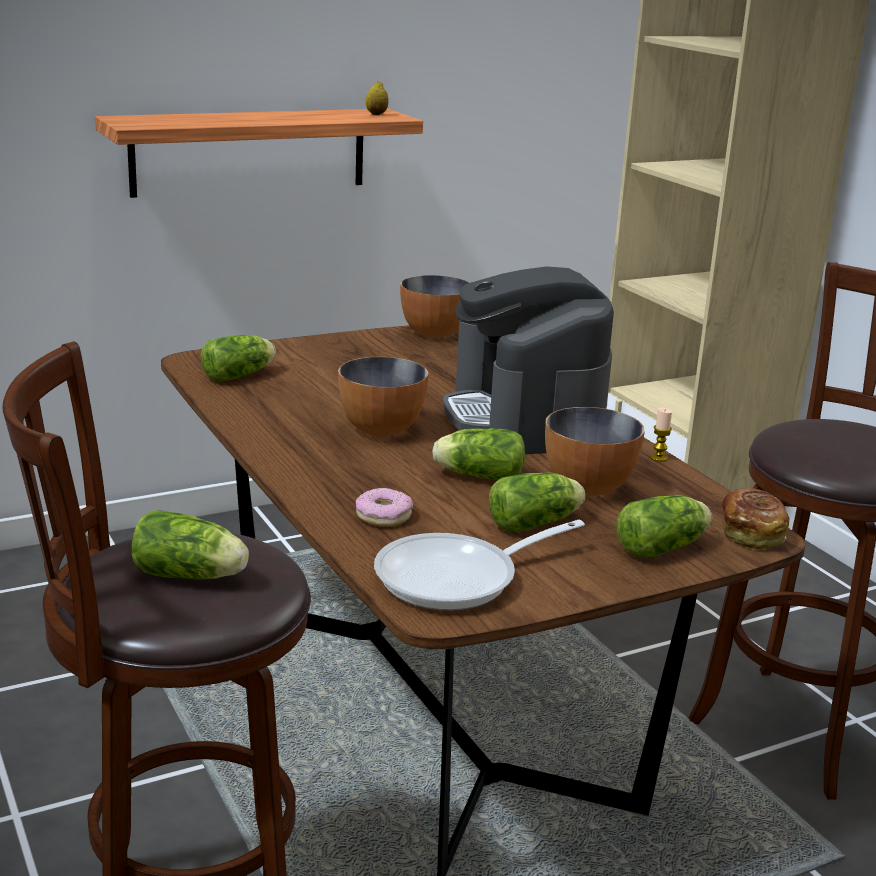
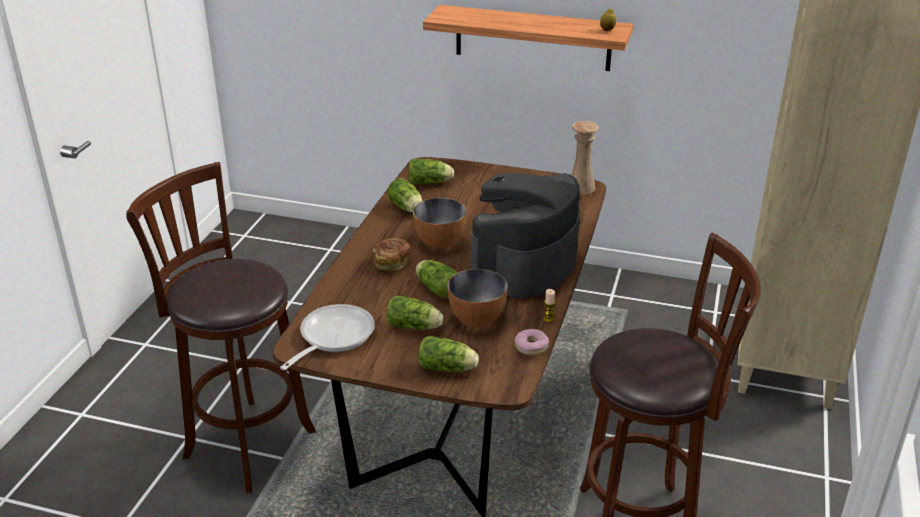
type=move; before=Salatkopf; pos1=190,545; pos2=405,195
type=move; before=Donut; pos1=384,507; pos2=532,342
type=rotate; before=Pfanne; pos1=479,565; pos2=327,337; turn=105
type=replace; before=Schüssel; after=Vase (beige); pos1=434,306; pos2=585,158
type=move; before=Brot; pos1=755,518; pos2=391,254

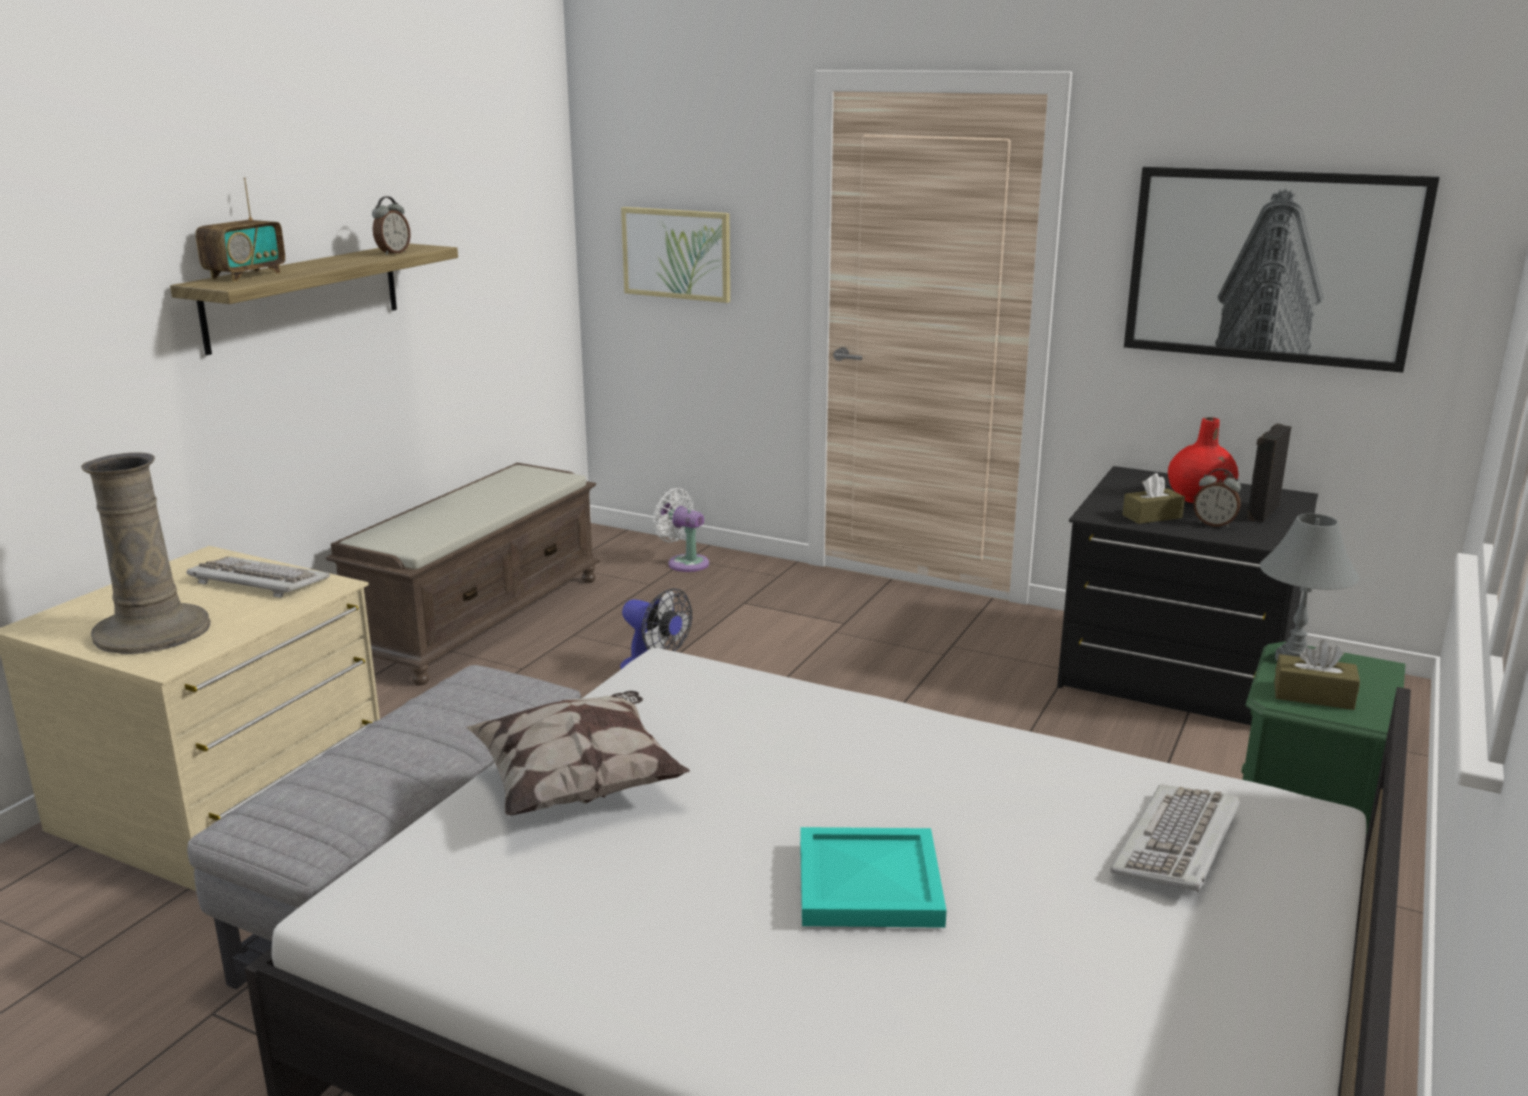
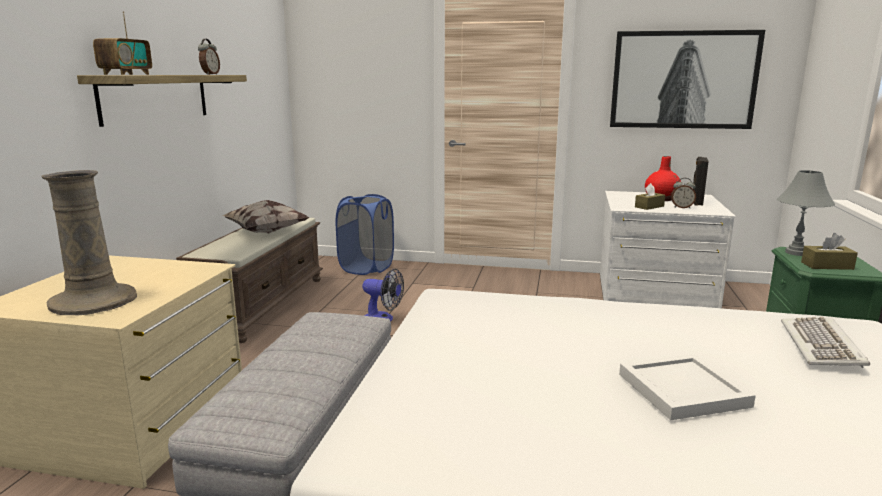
type=delete; before=Tastatur; pos1=258,577
type=move; before=Kissen; pos1=578,753; pos2=266,217
type=delete; before=Bild; pos1=675,255
type=replace; before=Ventilator (weiß); after=Wäschekorb (blau); pos1=681,530; pos2=365,234
type=recolor; before=Tablett (türkis); after=Tablett (weiß); pos1=873,877; pos2=687,387
type=recolor; before=Kommode (schwarz); after=Kommode (weiß); pos1=1187,595; pos2=668,249

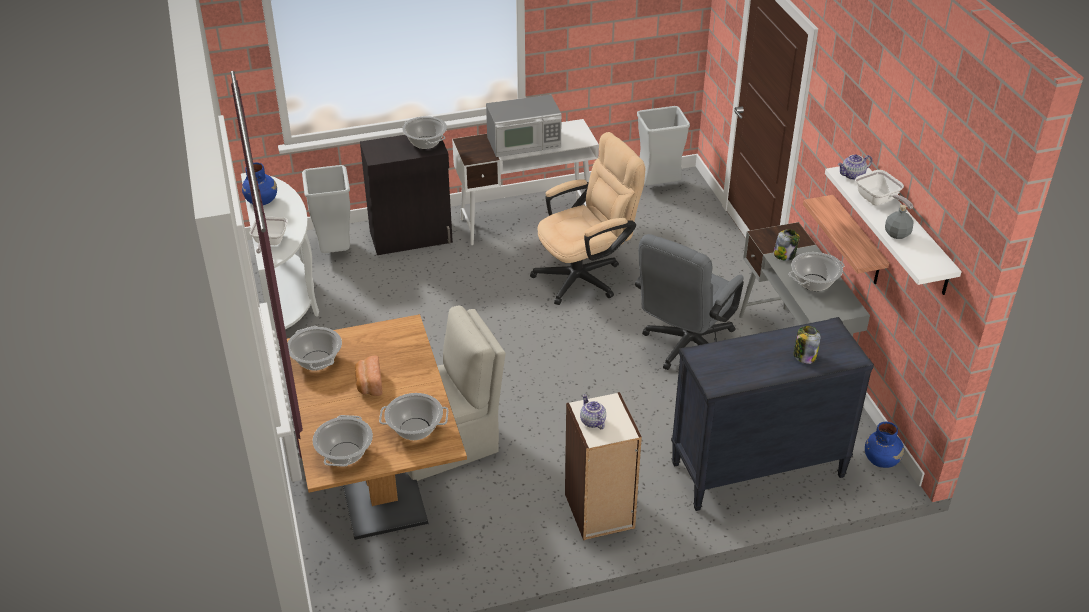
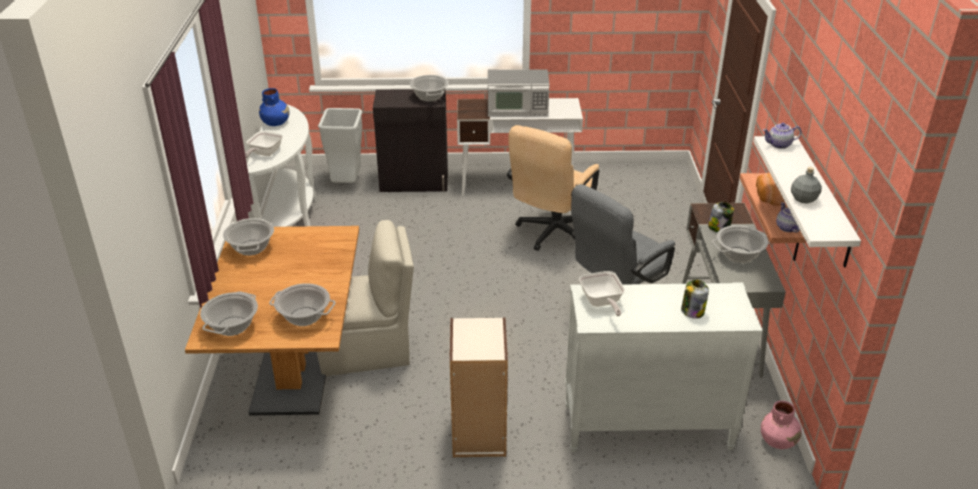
type=move; before=Brot; pos1=368,375; pos2=770,189
type=rotate; before=Bürostuhl (beige); pos1=587,218; pos2=553,188; turn=135
type=move; before=Teekanne; pos1=593,411; pos2=788,217
type=delete; before=Mülleimer (grau); pos1=663,145
type=recolor; before=Kommode (schwarz); after=Kommode (weiß); pos1=772,414; pos2=664,367
type=move; before=Pfanne; pos1=884,189; pos2=602,293
type=recolor; before=Vase (blau); after=Vase (rosa); pos1=884,445; pos2=781,425

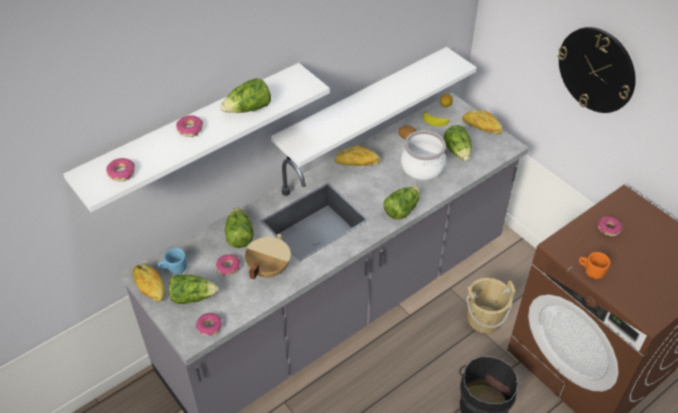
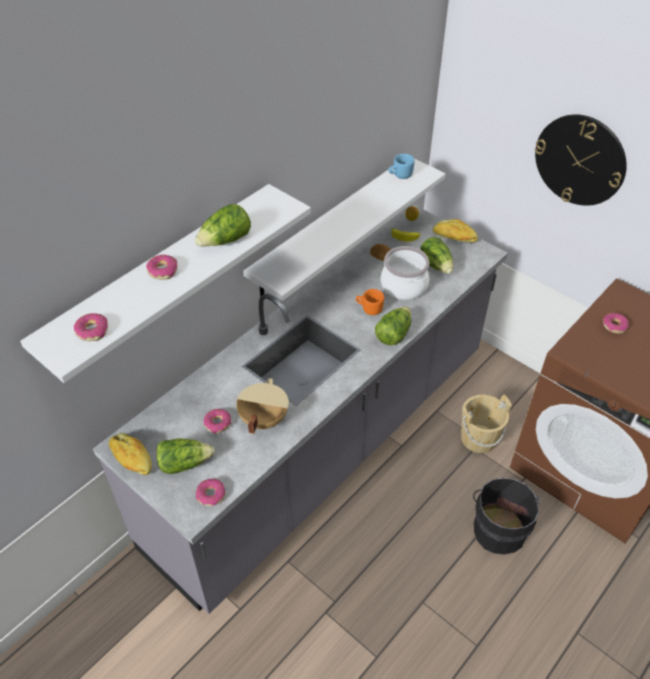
type=move; before=Henkelbecher (blau); pos1=172,261; pos2=401,166
type=delete; before=Salatkopf; pos1=239,227
type=delete; before=Brot; pos1=357,155
type=move; before=Henkelbecher (orange); pos1=594,265; pos2=370,302

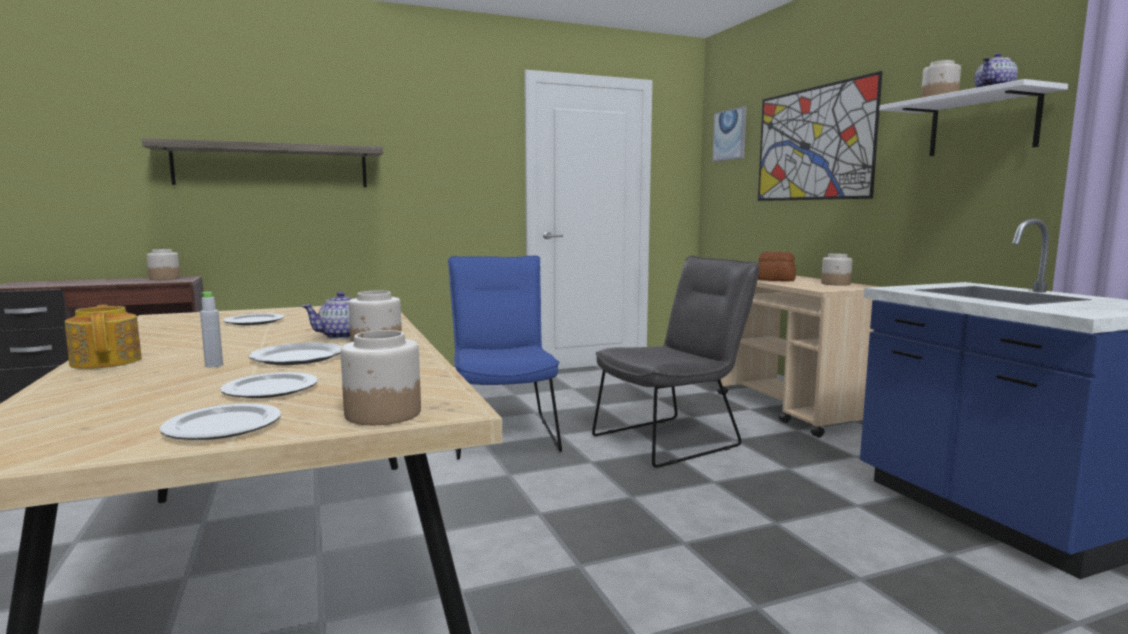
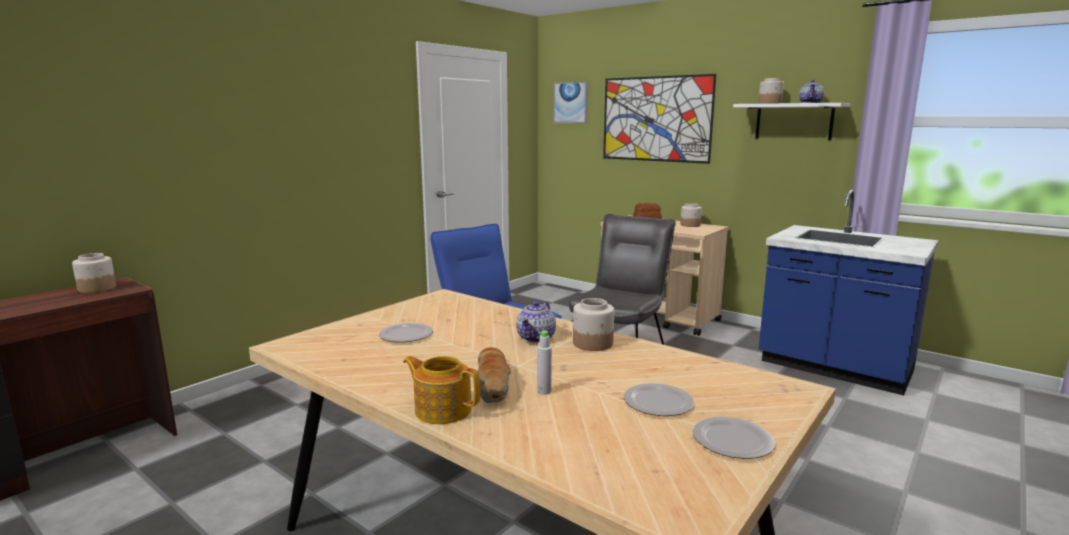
type=delete; before=Wandregal; pos1=262,162
type=delete; before=Teller; pos1=295,353
type=delete; before=Vorratsglas; pos1=381,377
type=insert; after=Brot; pos2=494,375

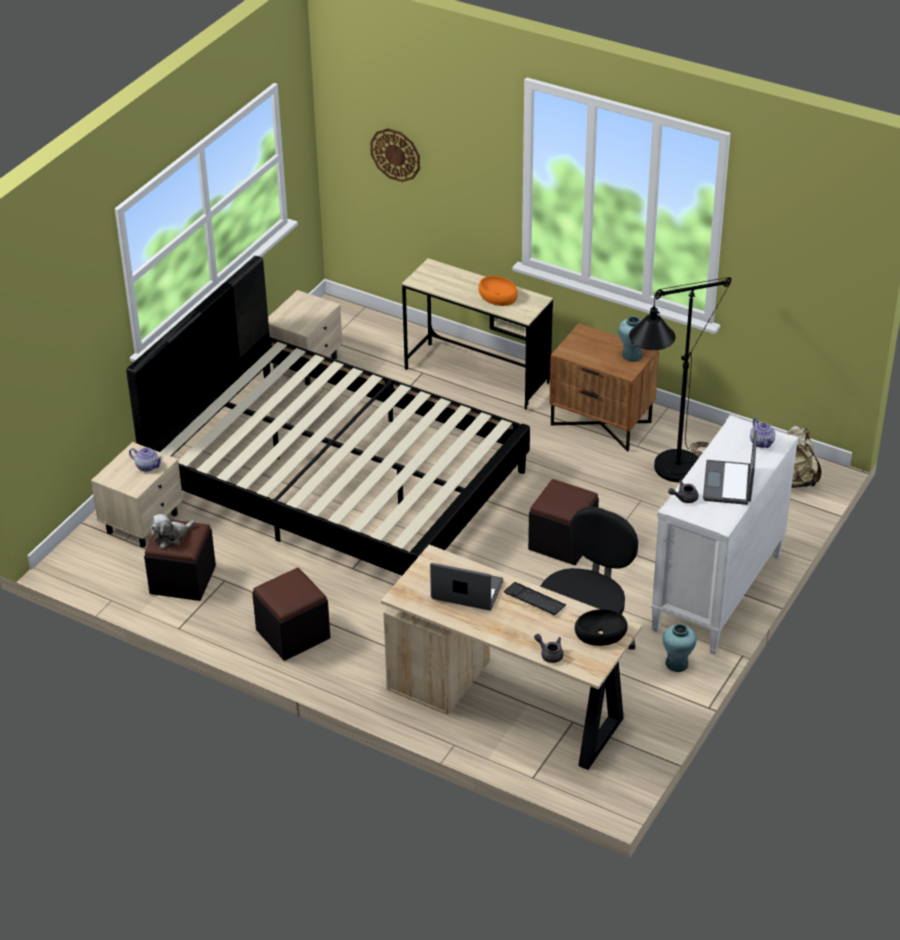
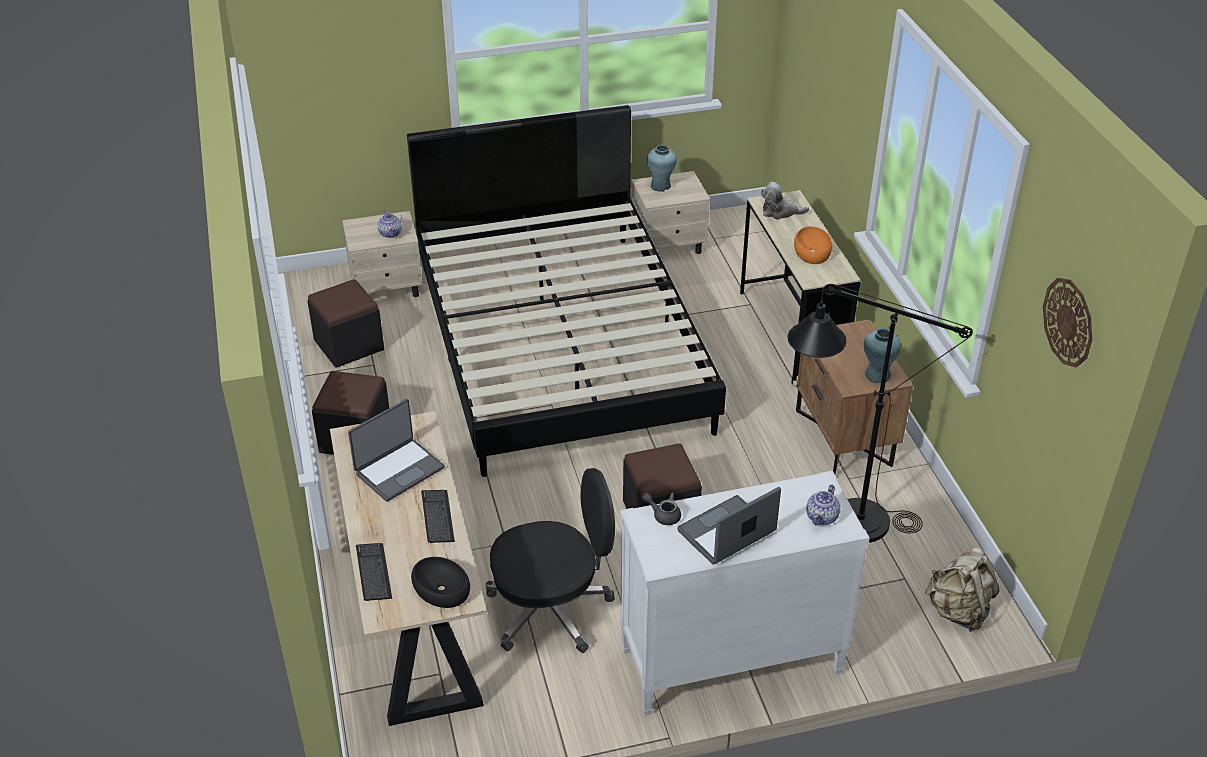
type=move; before=Plüschtier; pos1=173,531; pos2=785,201
type=move; before=Wanduhr; pos1=395,155; pos2=1067,322
type=rotate; before=Laptop; pos1=466,587; pos2=396,450; turn=75
type=replace; before=Teekanne (grau); after=Tastatur; pos1=549,648; pos2=374,572
type=move; before=Vase (türkis); pos1=679,648; pos2=662,168

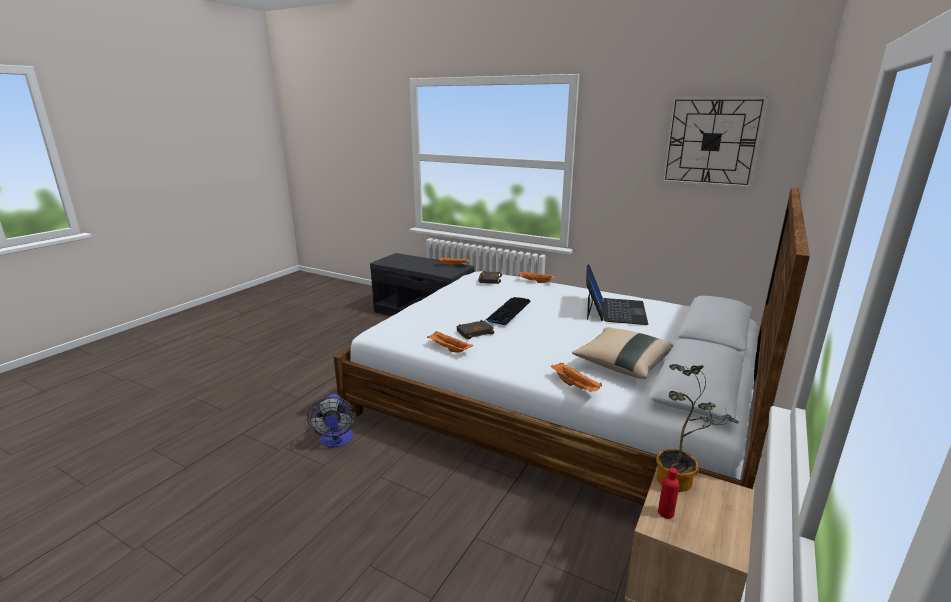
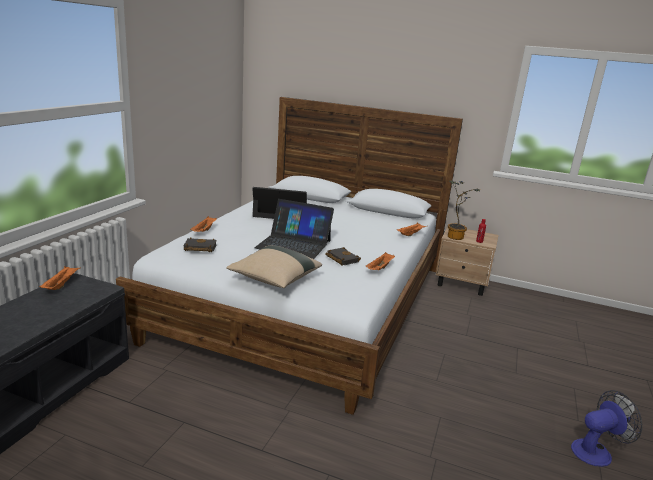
type=move; before=Ventilator; pos1=331,420; pos2=606,428
type=replace; before=Tastatur; after=Laptop; pos1=508,311; pos2=294,229
type=move; before=Kissen (beige); pos1=623,353; pos2=274,266
type=delete; before=Wanduhr; pos1=714,142

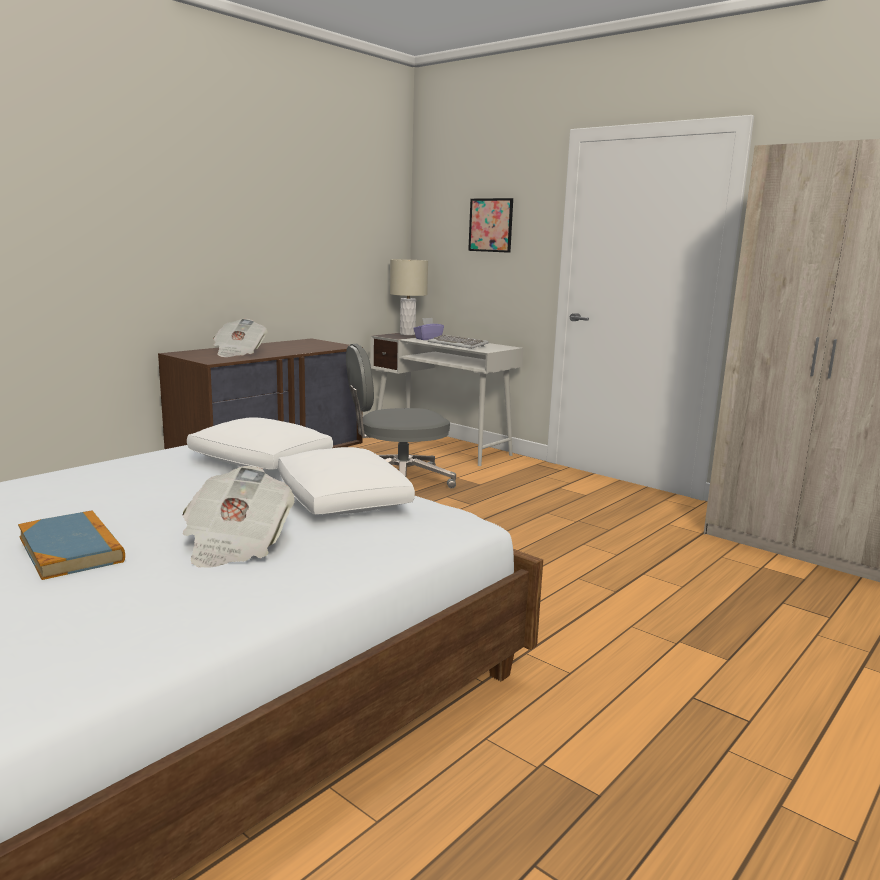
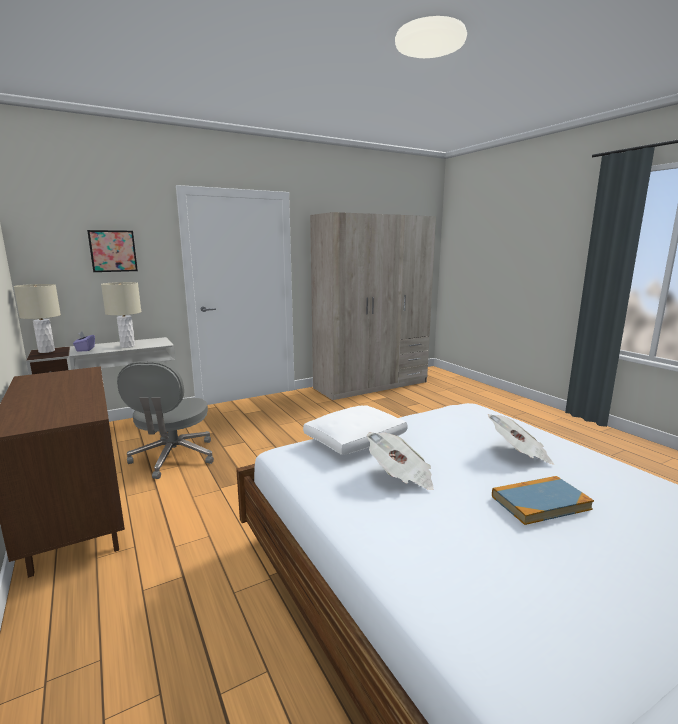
type=move; before=Zeitung; pos1=241,338; pos2=400,461
type=delete; before=Kissen (weiß); pos1=346,481
type=replace; before=Tastatur; after=Tischlampe (beige); pos1=458,341; pos2=121,315

